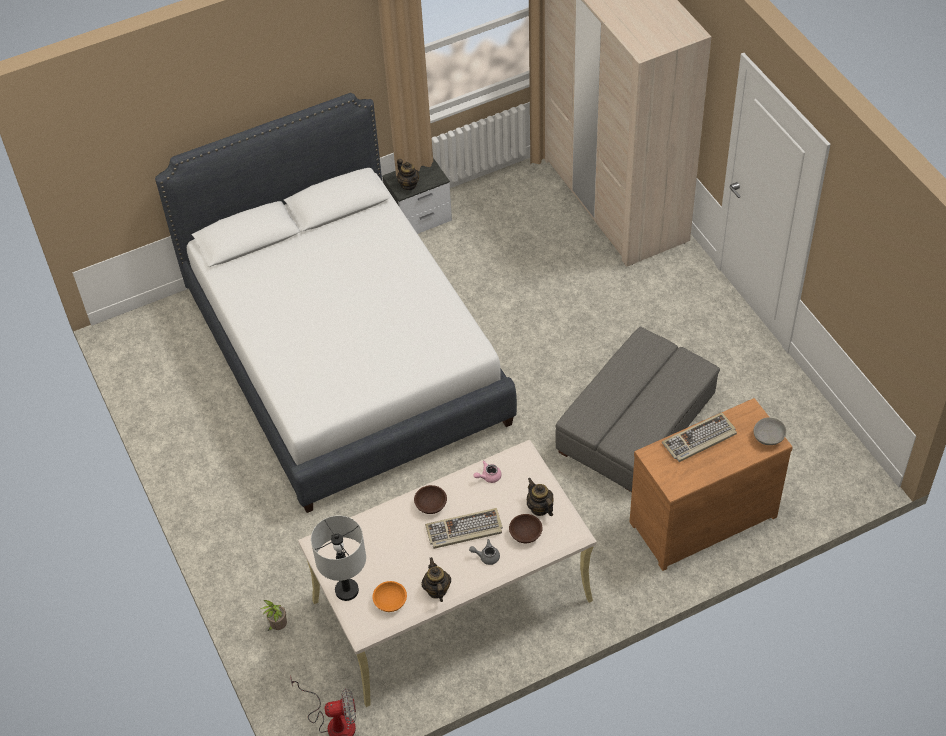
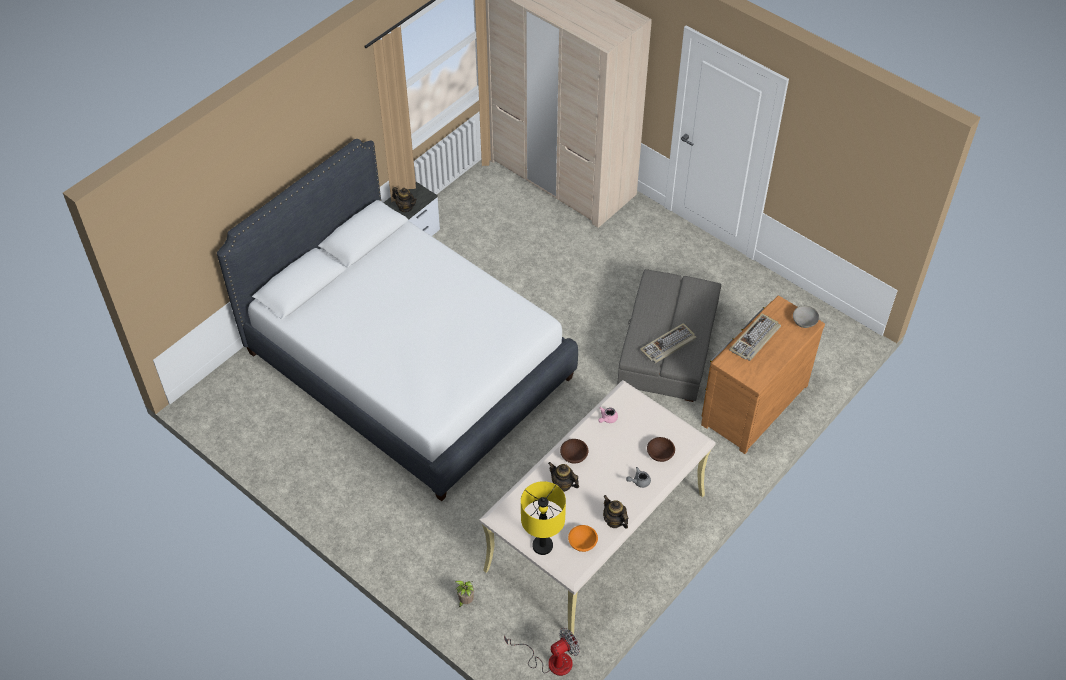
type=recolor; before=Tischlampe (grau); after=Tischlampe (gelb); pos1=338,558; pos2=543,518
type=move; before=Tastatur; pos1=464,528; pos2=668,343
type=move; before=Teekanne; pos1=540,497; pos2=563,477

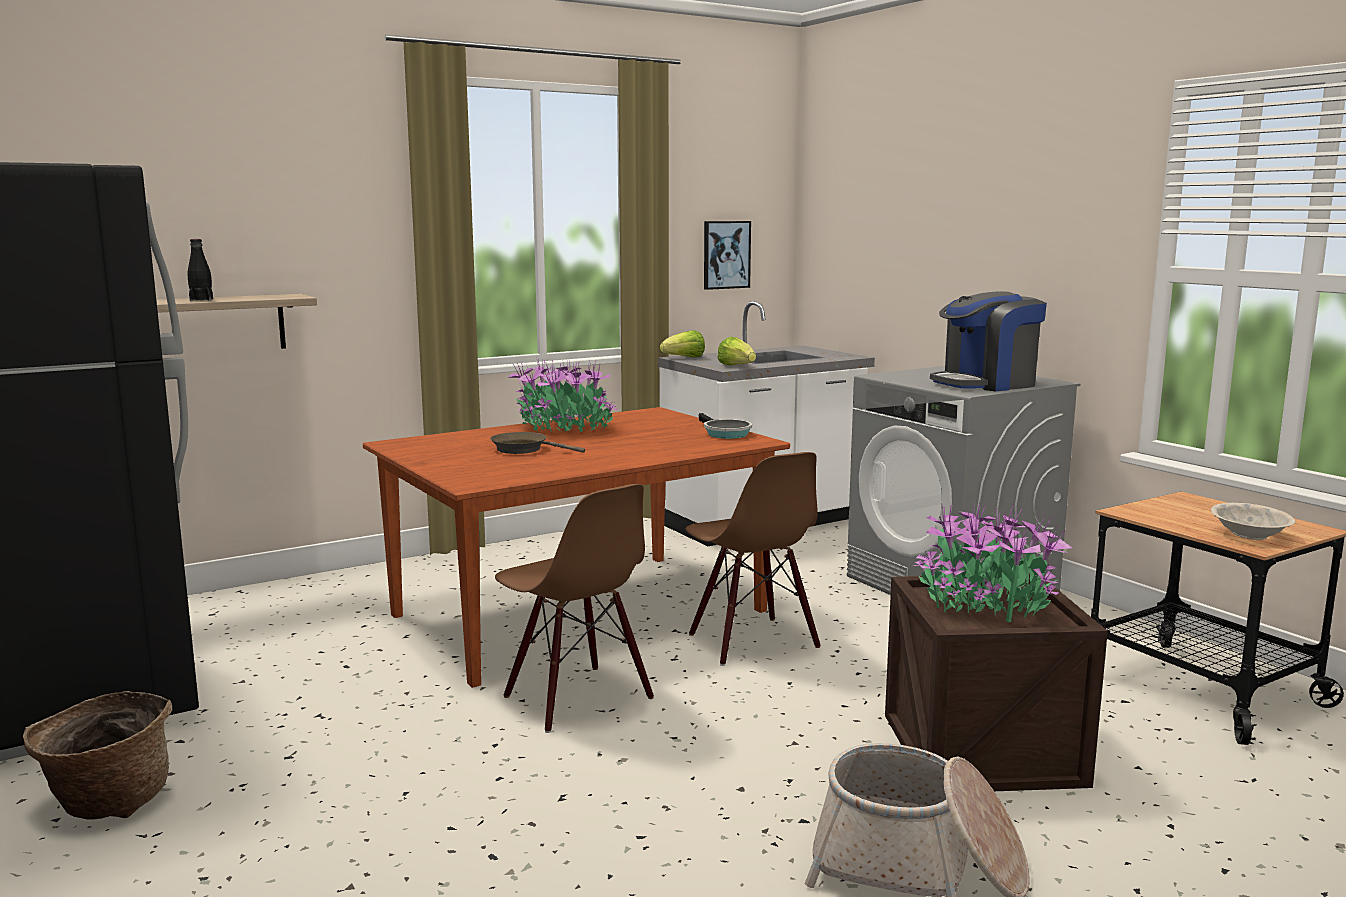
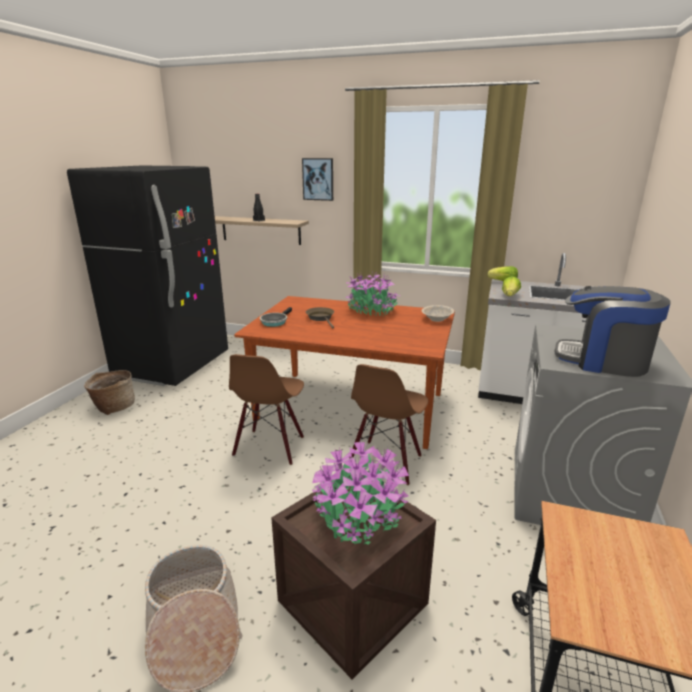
type=move; before=Pfanne; pos1=725,426; pos2=276,317
type=move; before=Bild; pos1=727,255; pos2=317,179
type=move; before=Schüssel (beige); pos1=1253,521; pos2=438,313

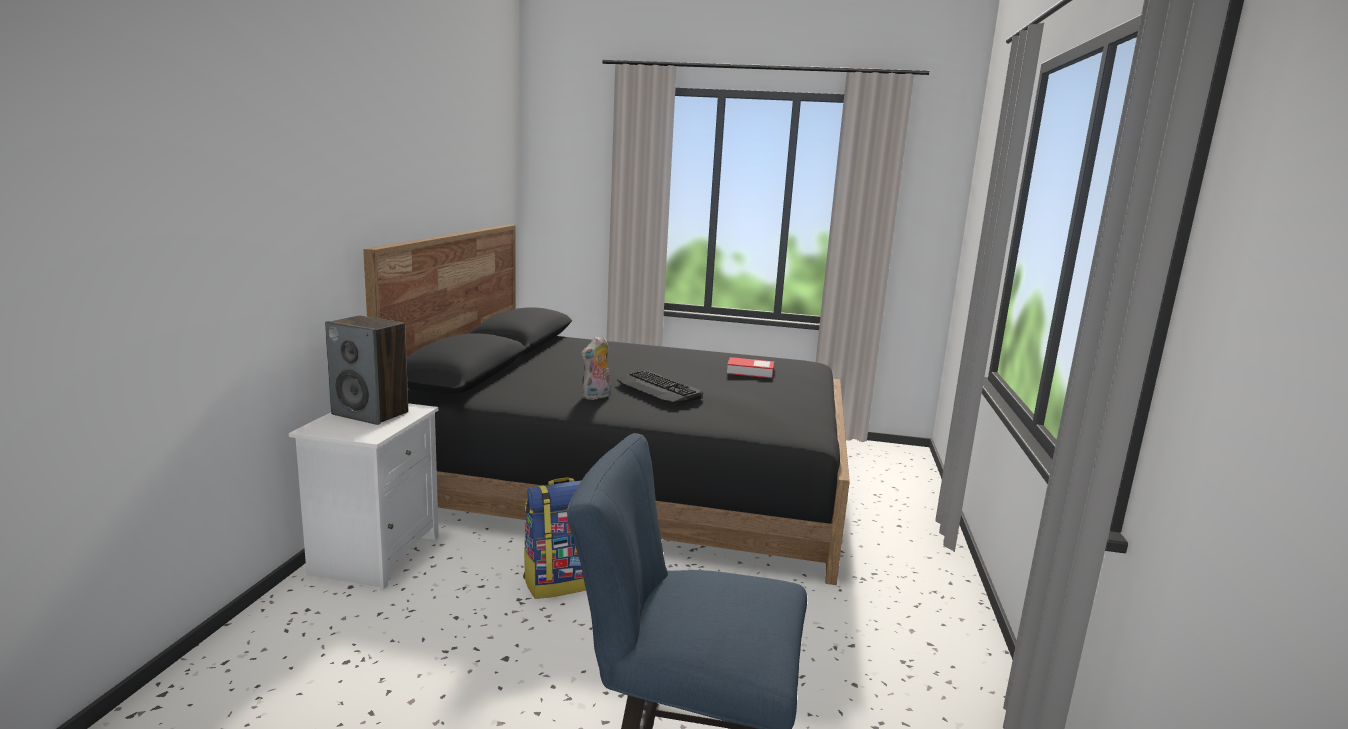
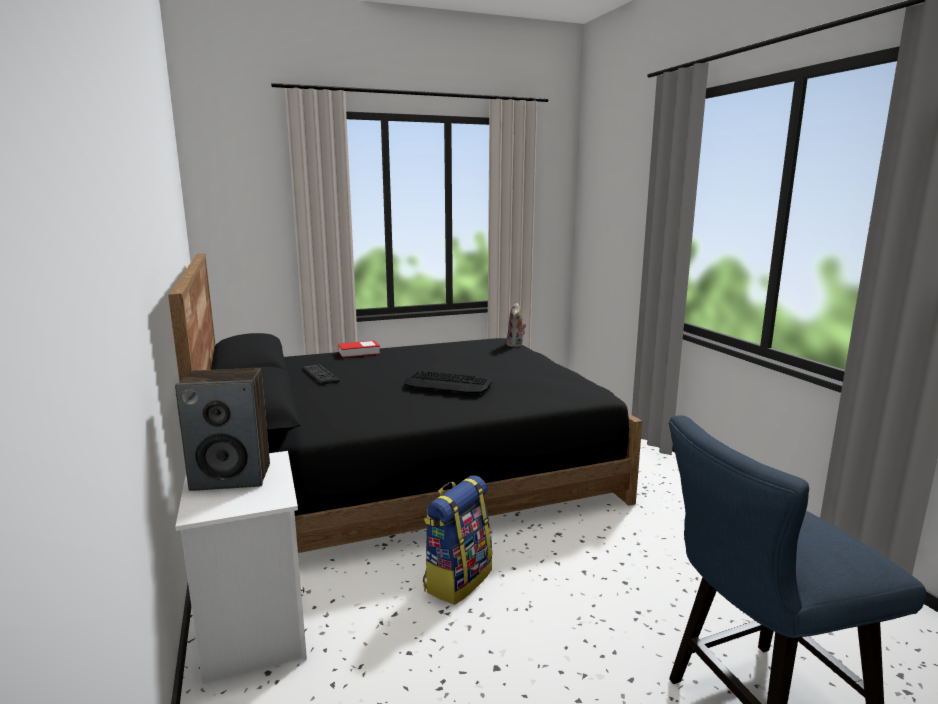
type=move; before=Plüschtier; pos1=596,367; pos2=516,324
type=move; before=Buch; pos1=750,367; pos2=359,349
type=insert; after=Tastatur; pos2=321,374

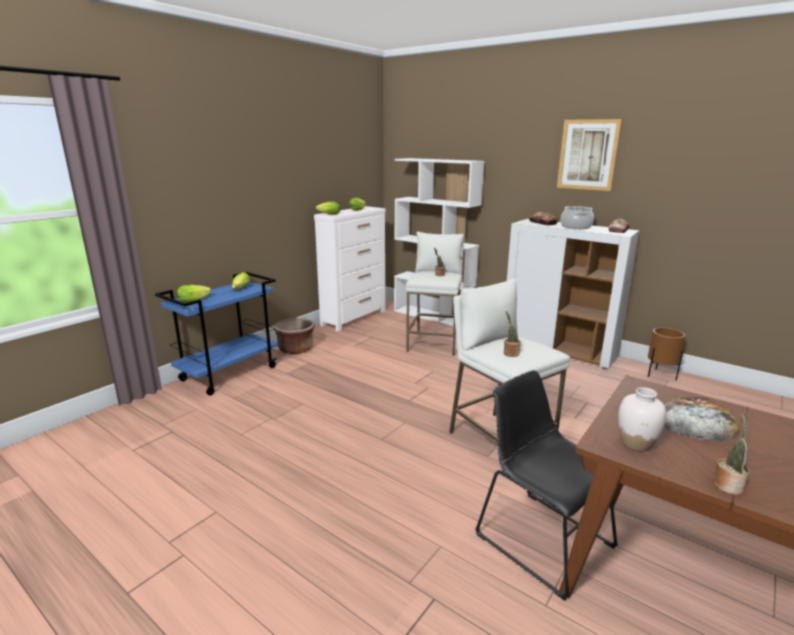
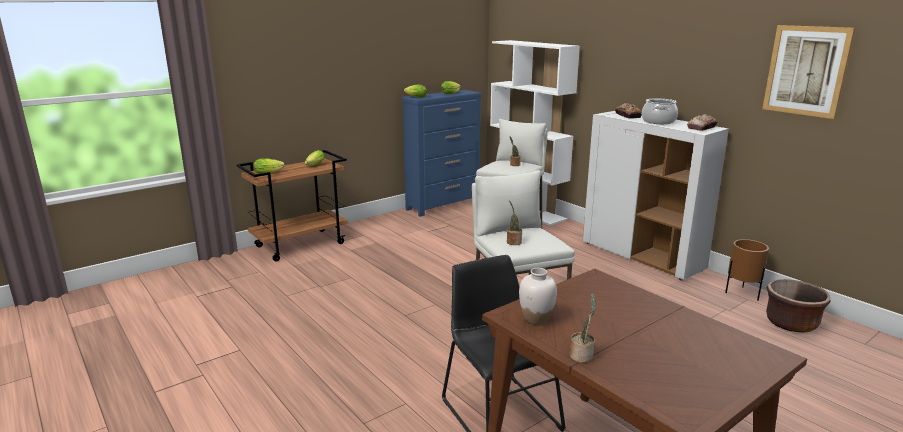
type=recolor; before=Rollwagen (blau); after=Rollwagen (braun); pos1=216,333; pos2=292,205
type=move; before=Pflanzkübel (braun); pos1=294,336; pos2=798,305
type=recolor; before=Kommode (weiß); after=Kommode (blau); pos1=349,268; pos2=441,153
type=move; before=Bild; pos1=589,155; pos2=808,72
type=delete; before=Brot; pos1=702,419

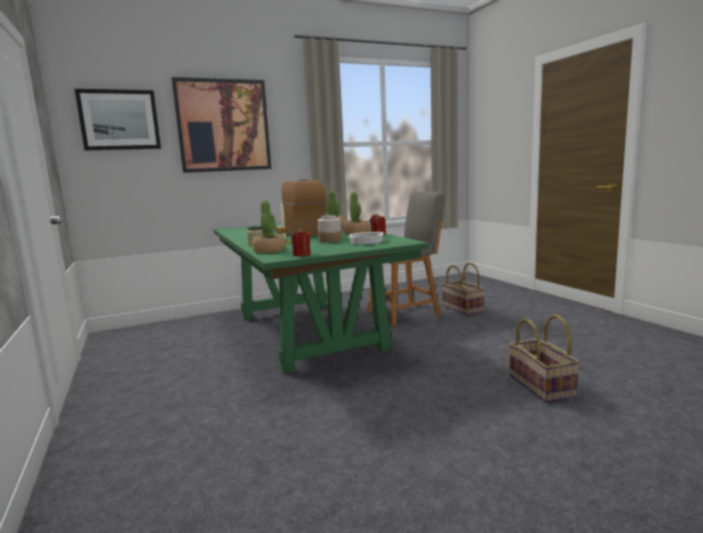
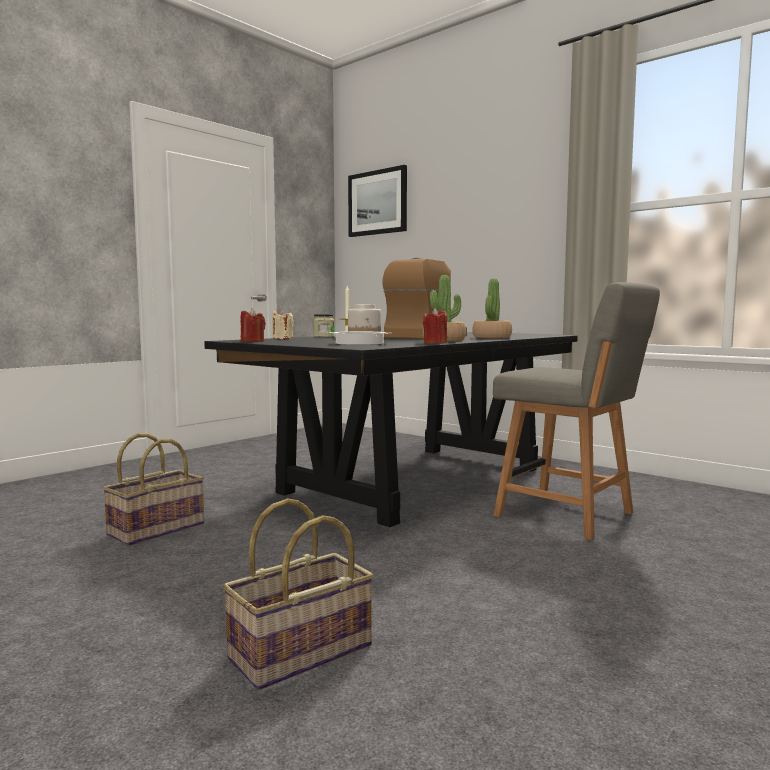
type=delete; before=Bild; pos1=222,125
type=recolor; before=Esstisch (grün); after=Esstisch (schwarz); pos1=321,298; pos2=391,429
type=replace; before=Topfpflanze; after=Kerze (beige); pos1=269,227; pos2=283,324
type=move; before=Korb; pos1=463,289; pos2=153,489

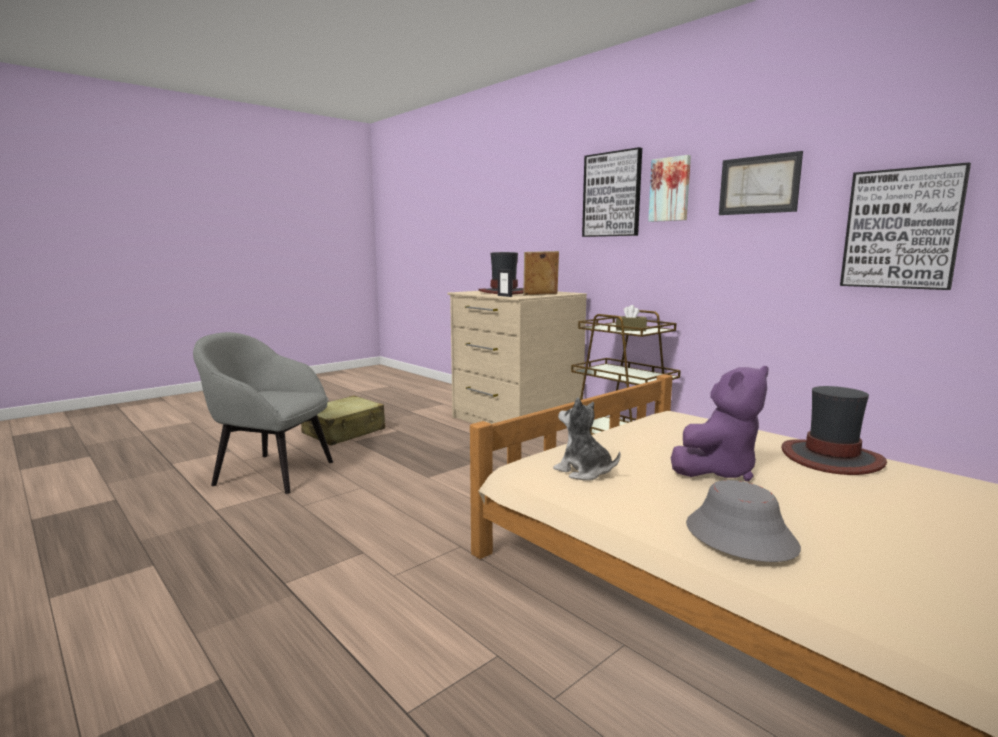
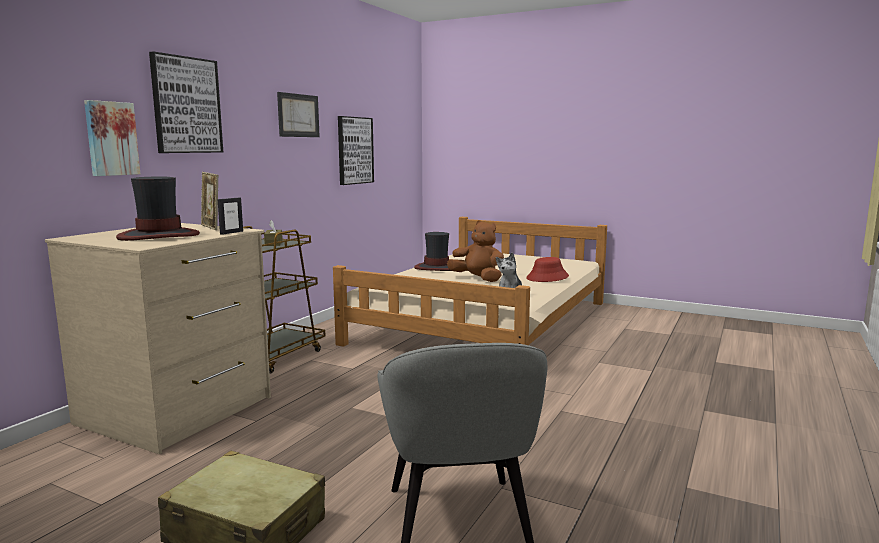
type=move; before=Bild; pos1=669,188; pos2=112,138
type=recolor; before=Plüschtier (lila); after=Plüschtier (braun); pos1=719,423; pos2=475,251
type=recolor; before=Hut (grau); after=Hut (rot); pos1=743,521; pos2=547,269

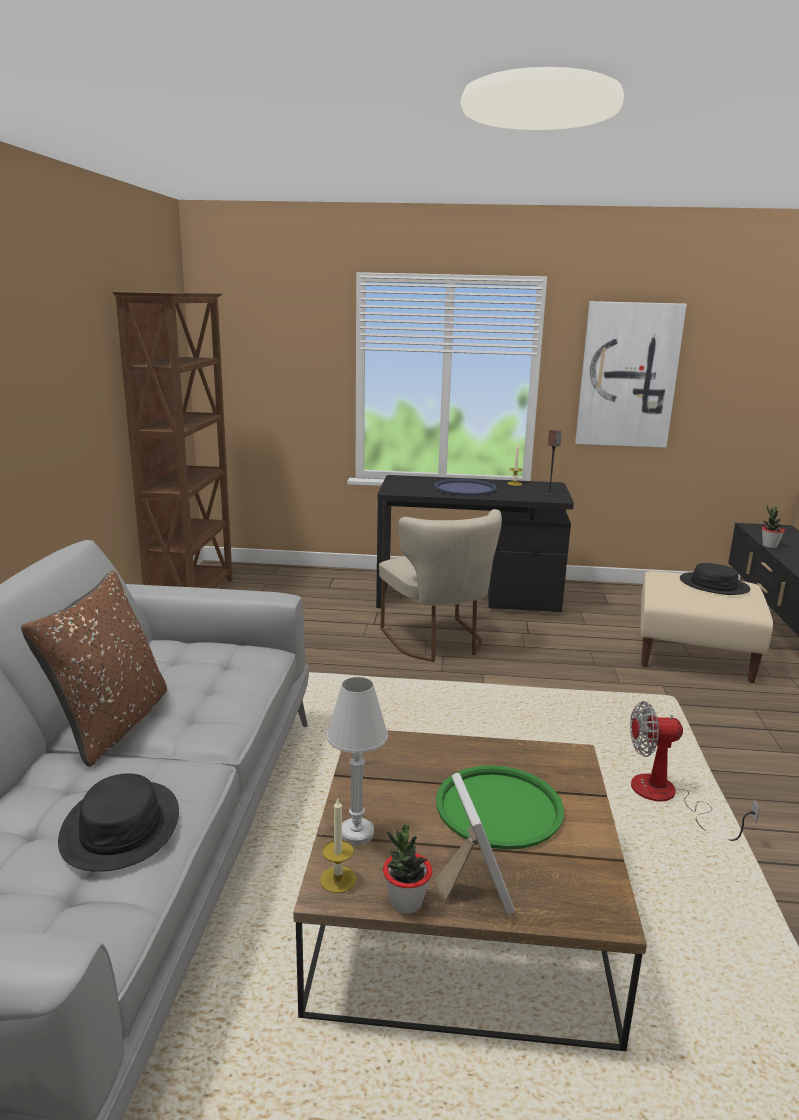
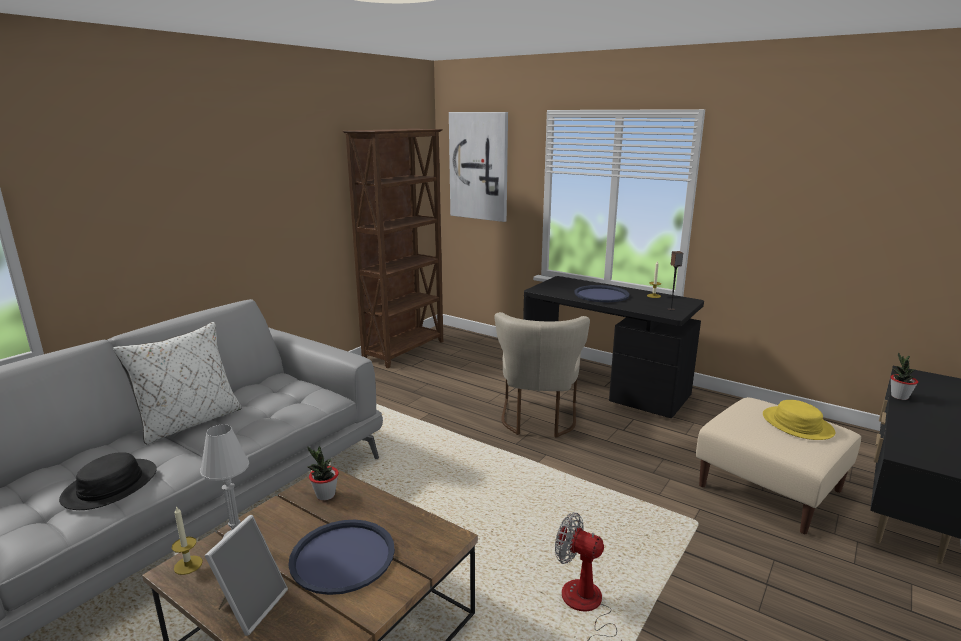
type=recolor; before=Kissen (braun); after=Kissen (weiß); pos1=94,669; pos2=177,383
type=move; before=Topfpflanze; pos1=407,869; pos2=323,474
type=recolor; before=Tablett (grün); after=Tablett (blau); pos1=500,807; pos2=341,557
type=move; before=Bild; pos1=631,374; pos2=478,167
type=recolor; before=Hut (schwarz); after=Hut (gelb); pos1=715,579; pos2=799,420

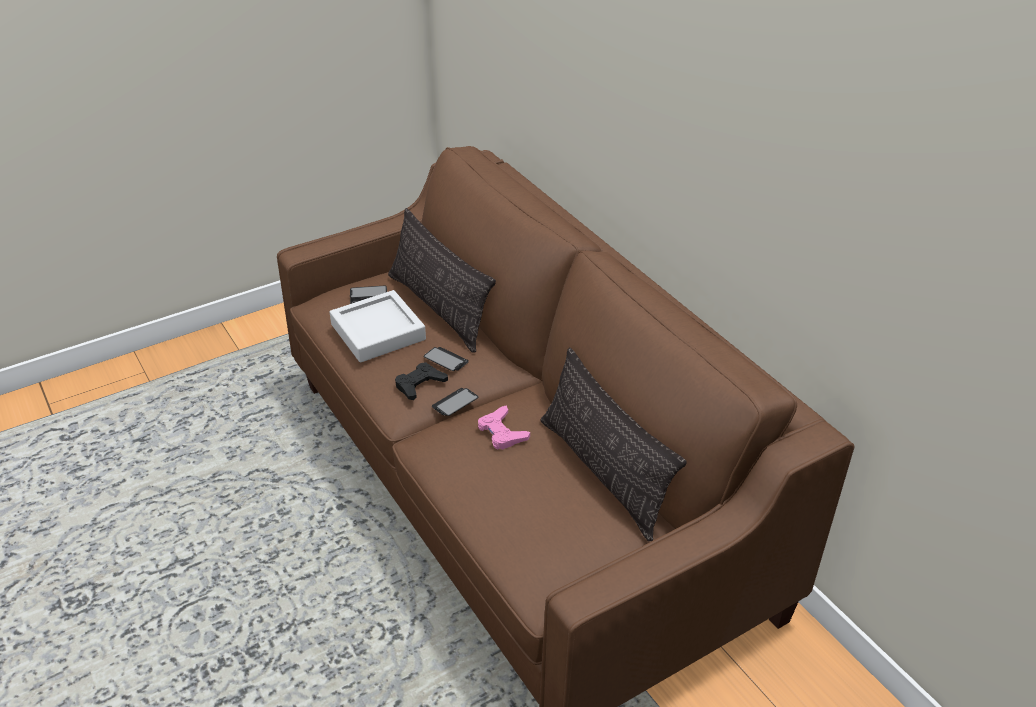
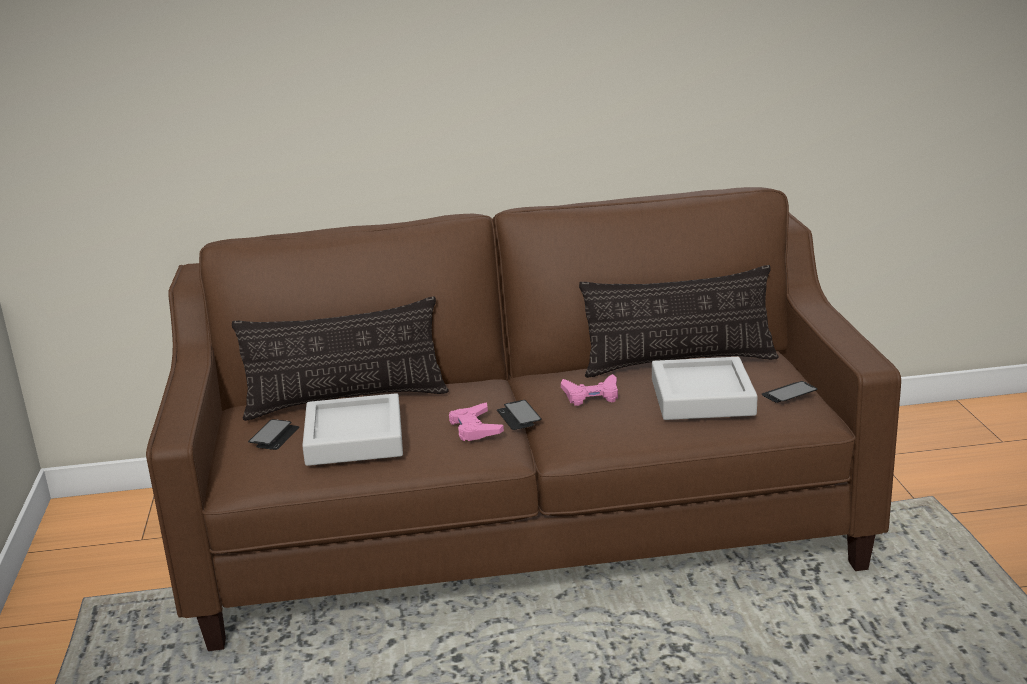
type=recolor; before=Gamepad (schwarz); after=Gamepad (rosa); pos1=421,381; pos2=476,421
type=move; before=Handy; pos1=446,359; pos2=790,392
type=insert; after=Tablett (grau); pos2=705,388

